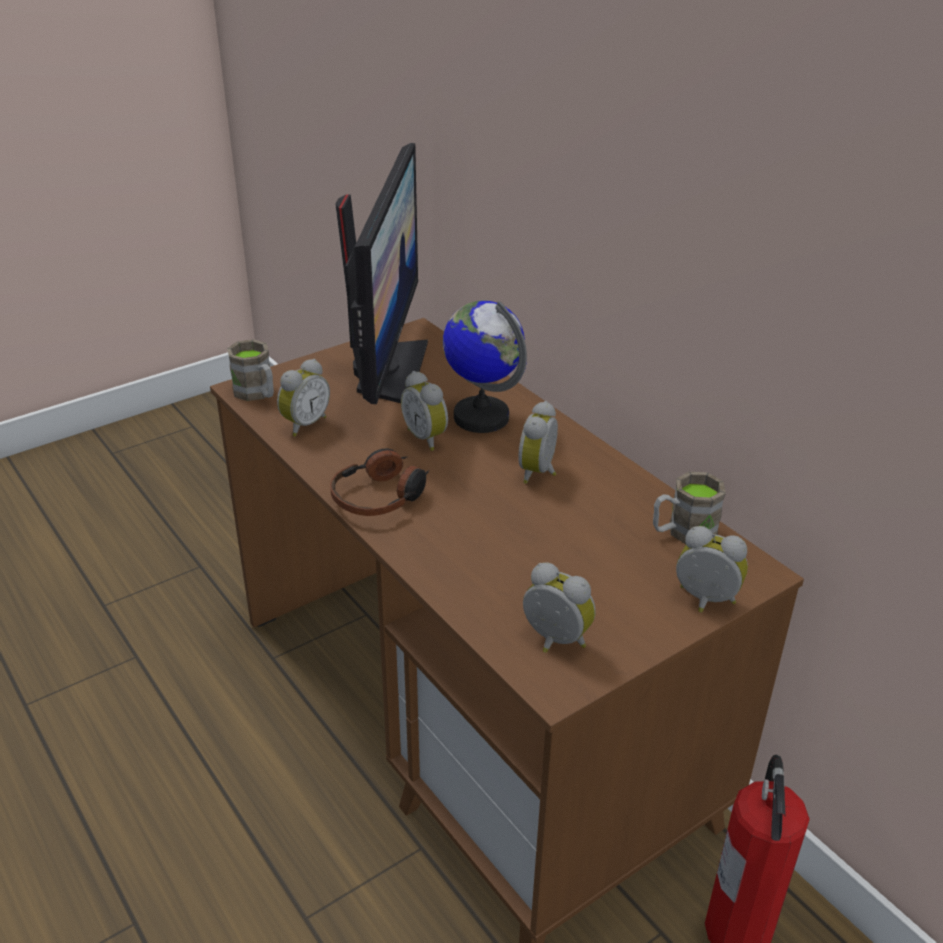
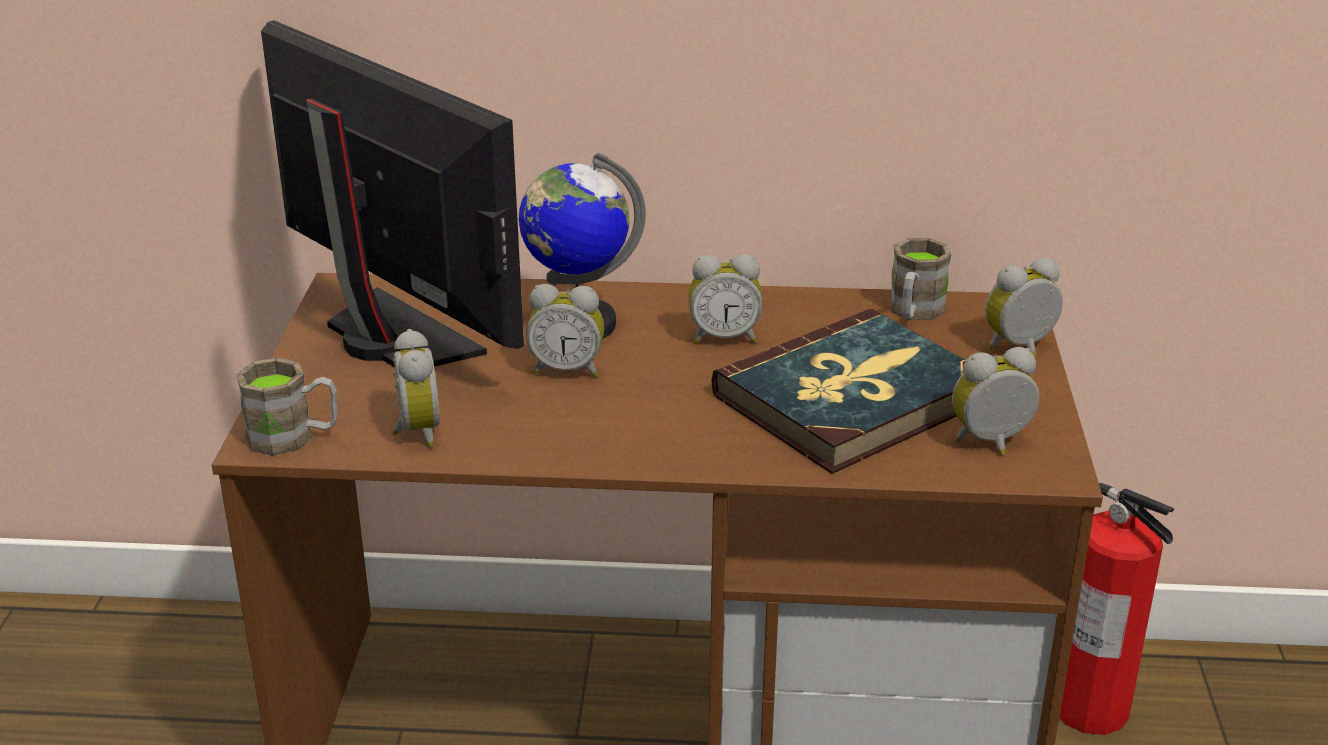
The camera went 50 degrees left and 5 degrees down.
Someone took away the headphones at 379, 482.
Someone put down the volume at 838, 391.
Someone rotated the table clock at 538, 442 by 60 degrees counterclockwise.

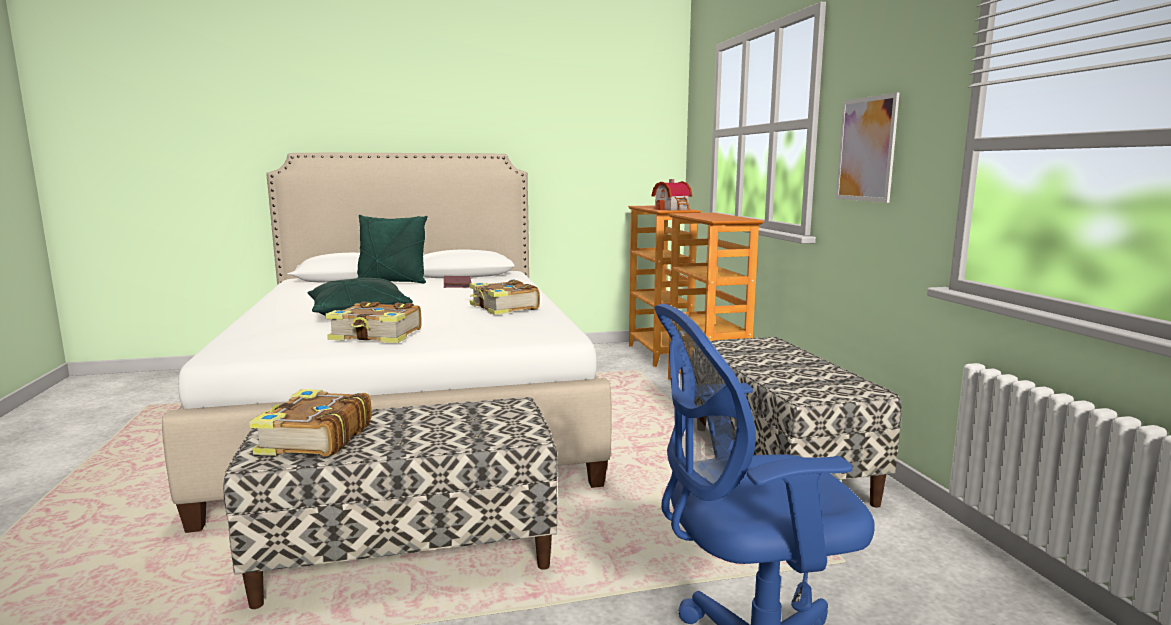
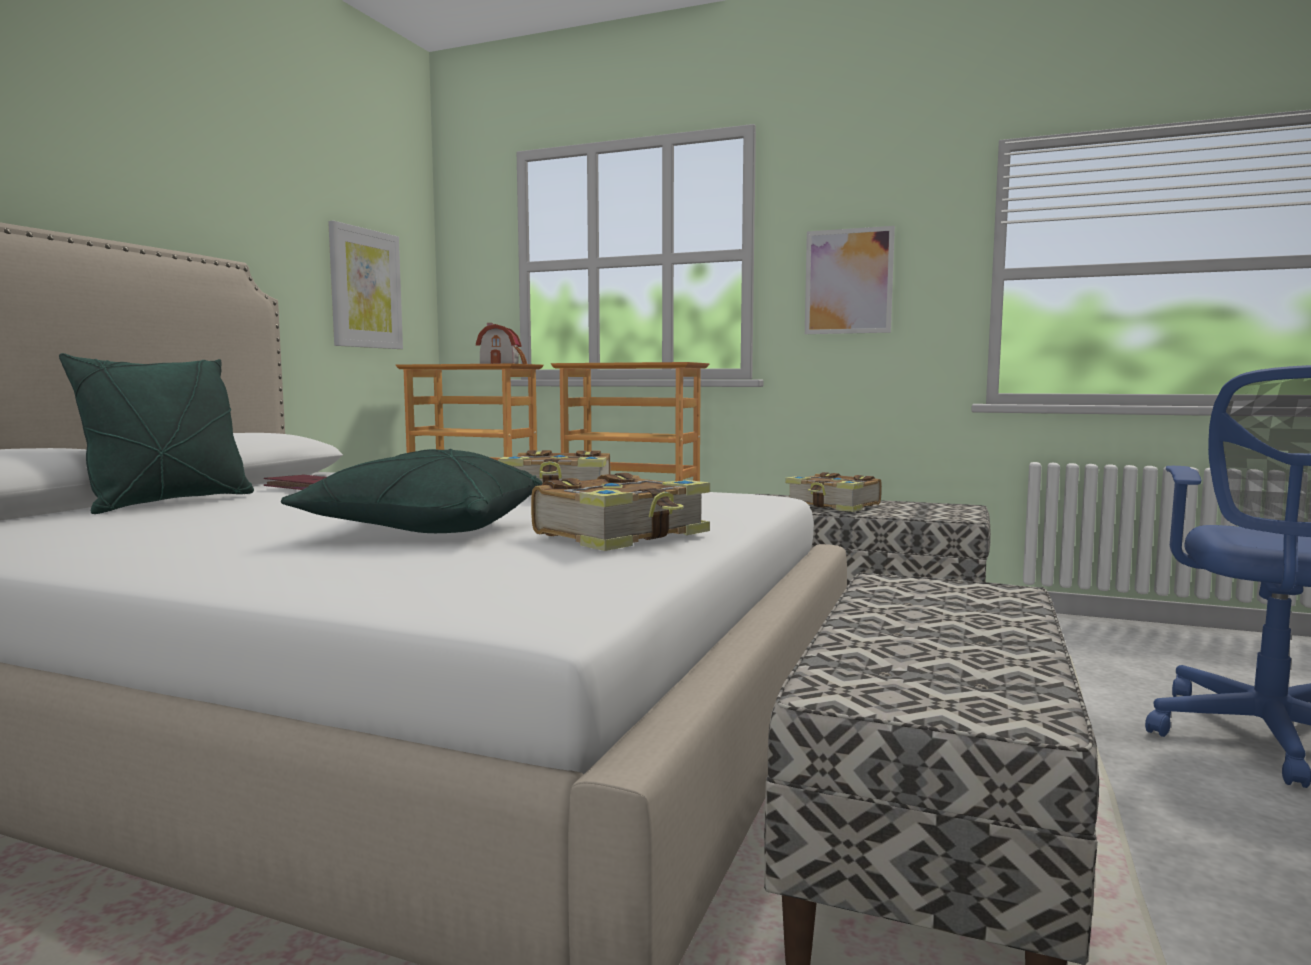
The camera went 55 degrees left and 5 degrees down.
Someone put up the picture at 365, 285.
Someone carried the volume from 310, 422 to 833, 492.

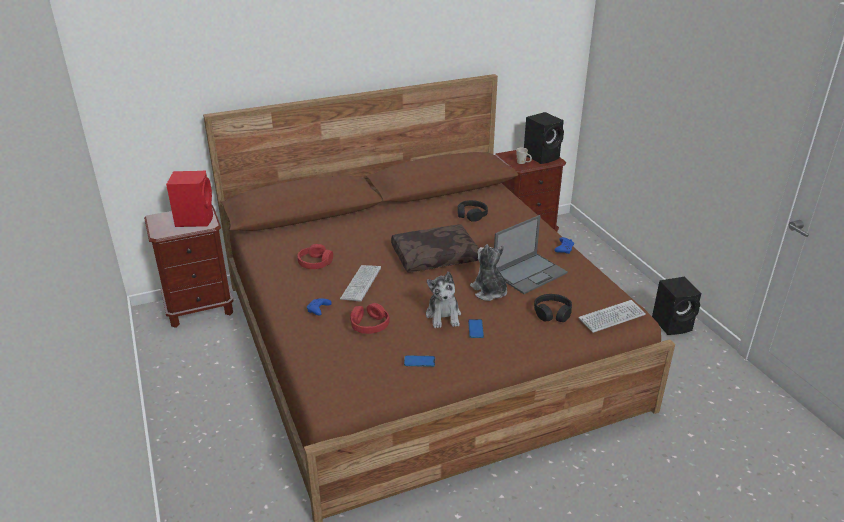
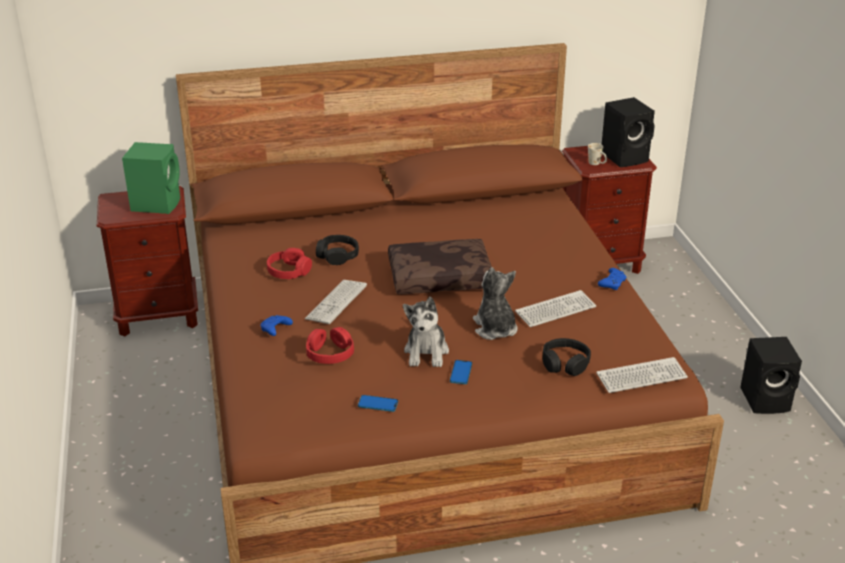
The camera went 10 degrees right and 0 degrees up.
Someone carried the black headphones from 473, 211 to 337, 250.
Someone swapped the portable computer at 531, 254 for the PC keyboard at 555, 308.
Someone repainted the reddish loudspeaker at 189, 199, which became the green loudspeaker at 151, 178.

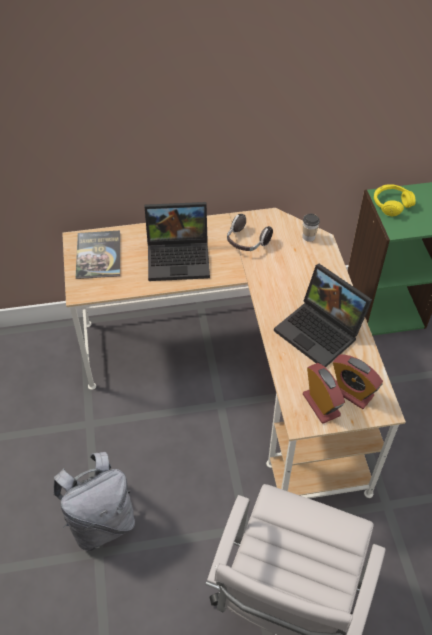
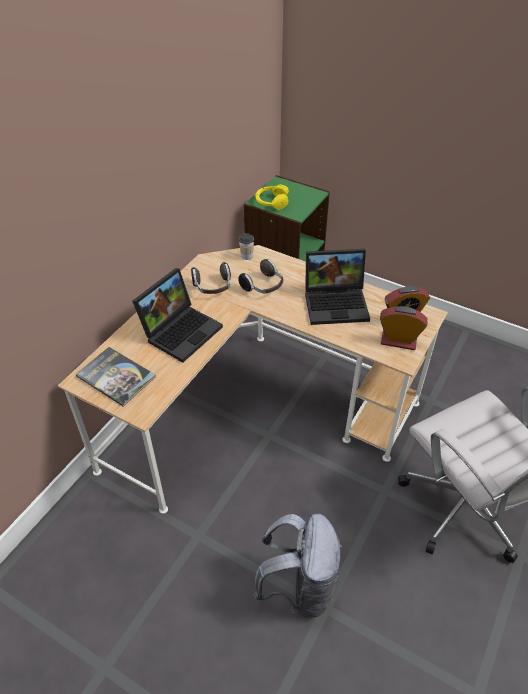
The camera went 50 degrees left and 5 degrees down.
Someone put down the headphones at 260, 276.

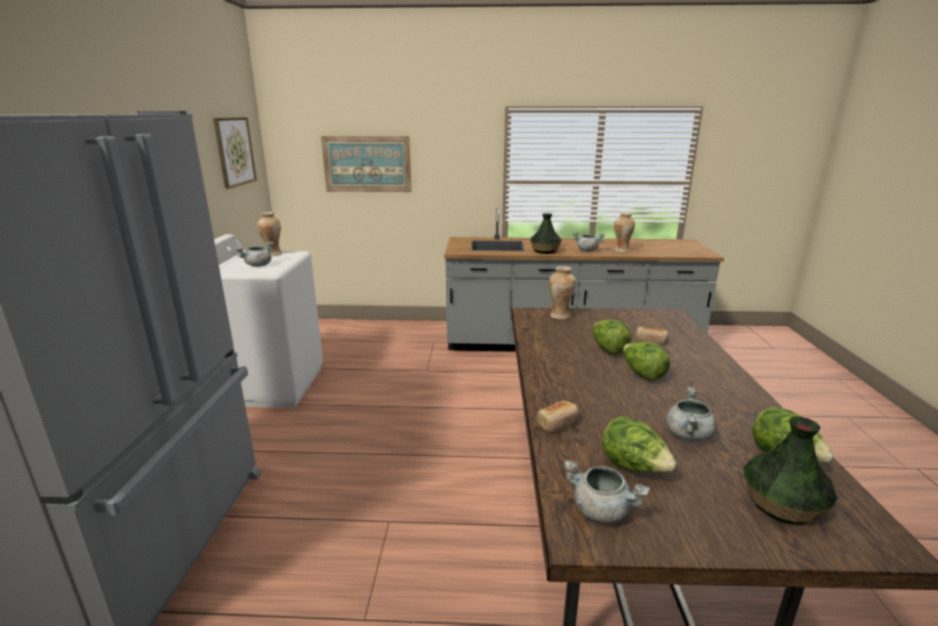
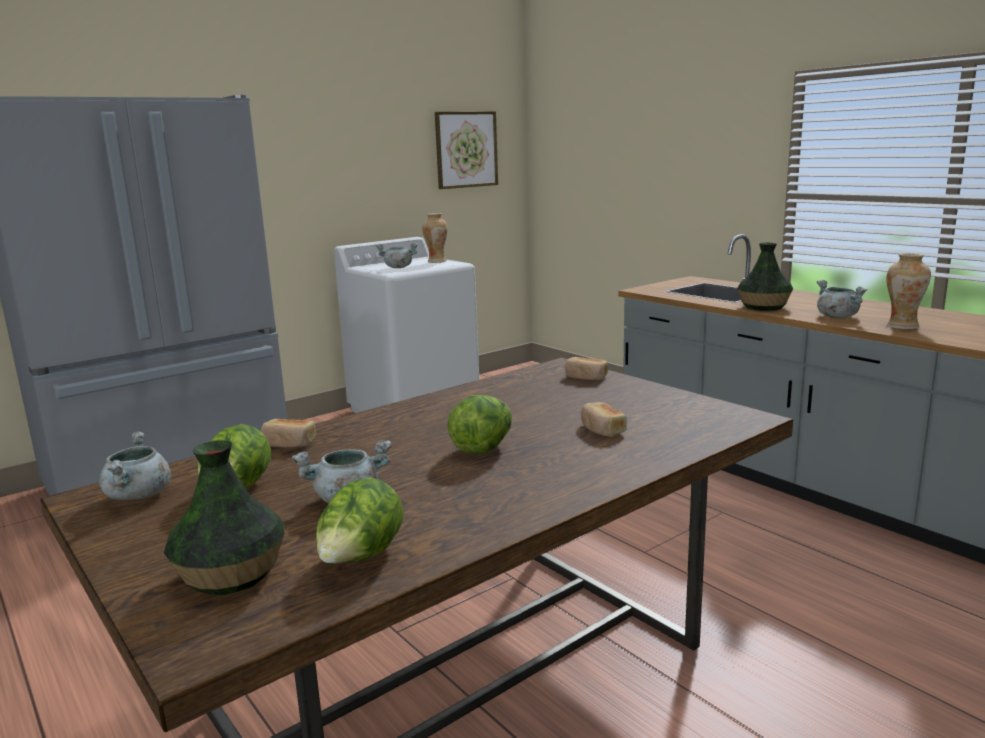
The camera went 50 degrees right and 5 degrees down.
Someone took away the picture at 366, 164.
Someone took away the lettuce at 612, 337.
Someone swapped the vase at 562, 292 for the bread at 586, 368.

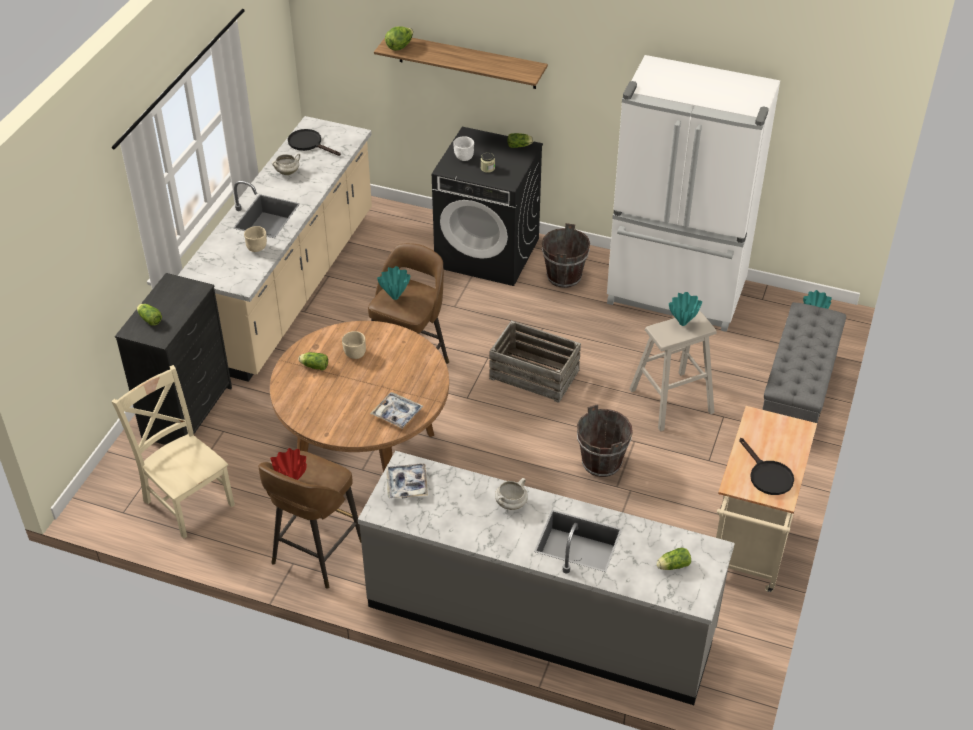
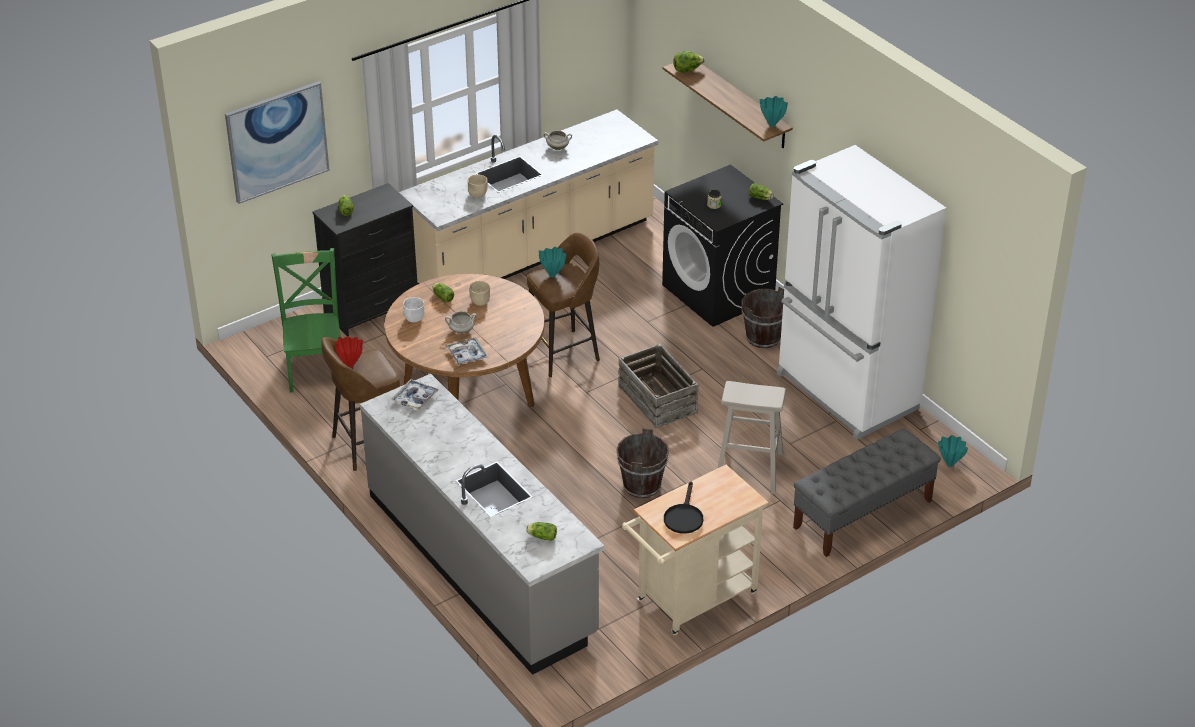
The camera went 35 degrees right and 5 degrees down.
Someone took away the black frying pan at 314, 142.
Someone put up the picture at 277, 142.
Someone carried the whitish deep dish from 463, 148 to 414, 309.
Someone carried the whitish saucepot from 511, 494 to 461, 322.
Someone carried the blue-green vase from 685, 309 to 774, 111.
Someone repainted the beige chair at 173, 452, which became the green chair at 306, 320.

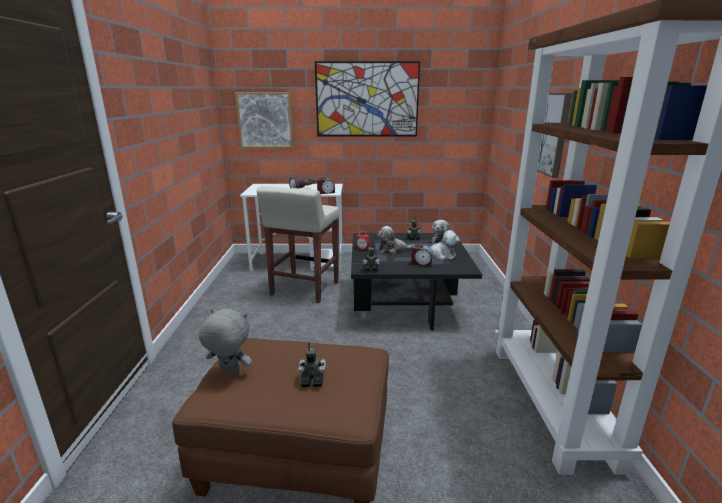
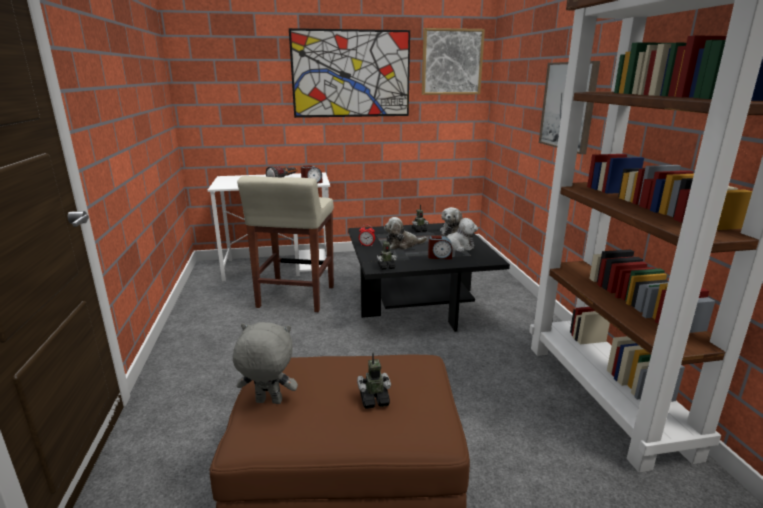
The camera went 10 degrees left and 0 degrees up.
Someone carried the picture from 264, 120 to 453, 61.

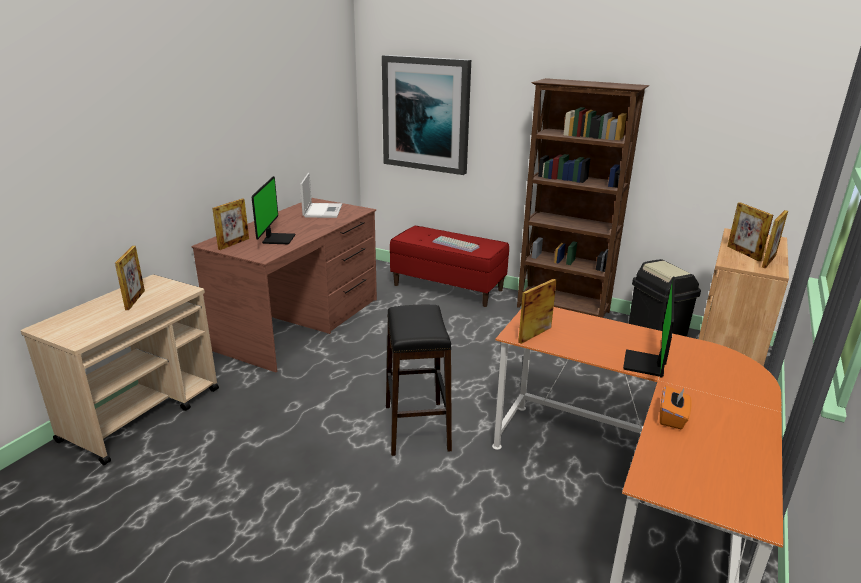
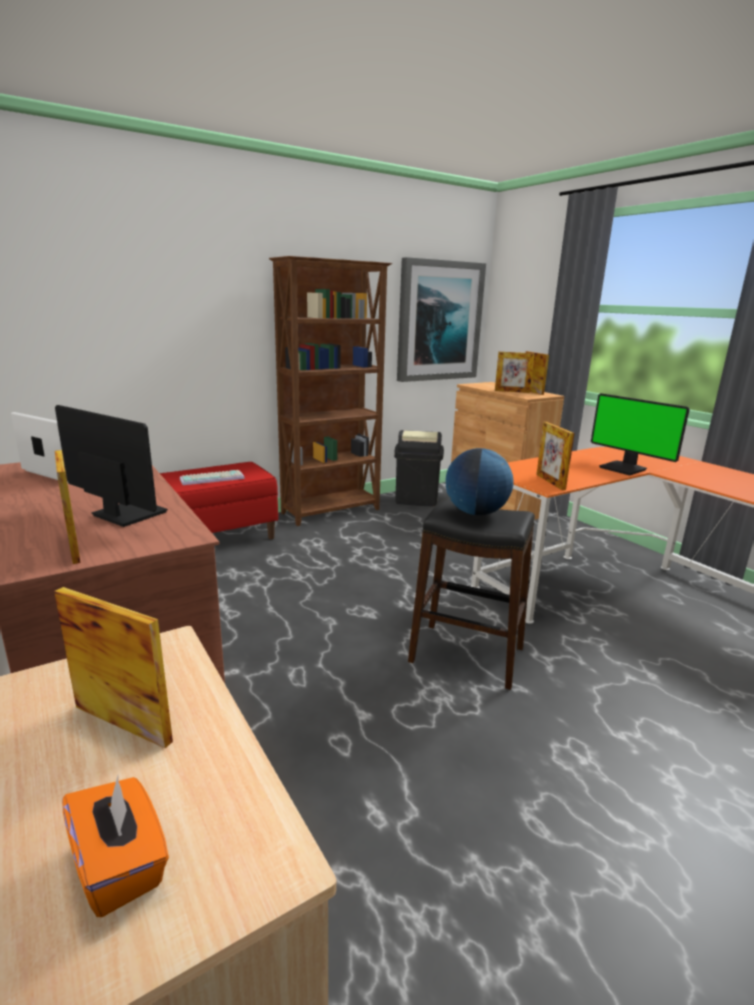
The camera went 60 degrees left and 5 degrees down.
Someone put down the desk globe at 480, 481.
Someone carried the picture from 426, 115 to 441, 319.
Someone carried the orange-coloured tissue holder from 675, 407 to 115, 846.

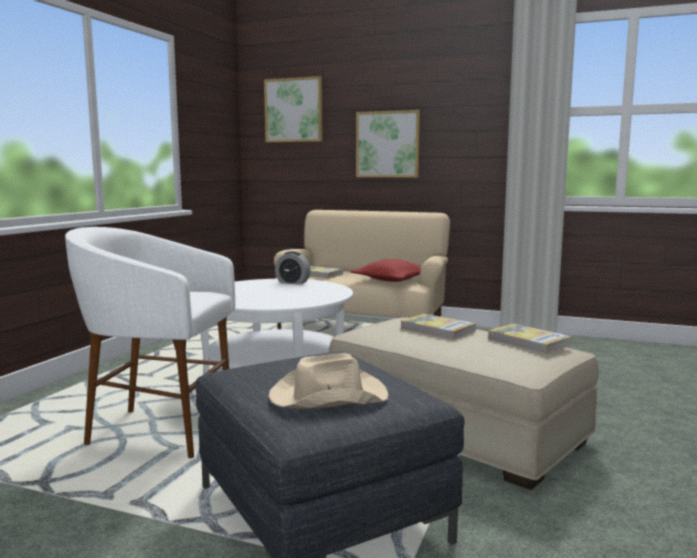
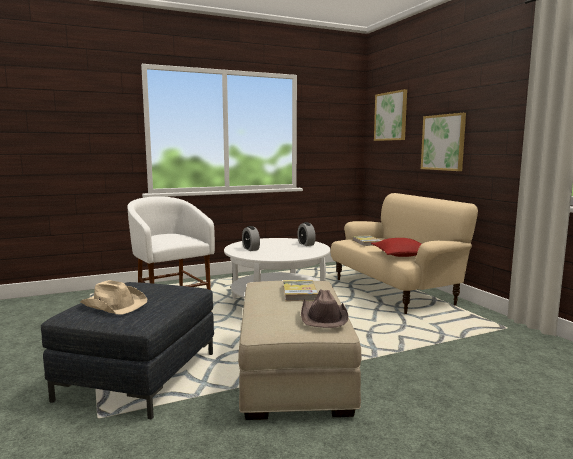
The camera went 45 degrees right and 0 degrees up.
Someone put down the table clock at 251, 238.
Someone swapped the volume at 530, 339 for the brown wearable hat at 324, 308.

